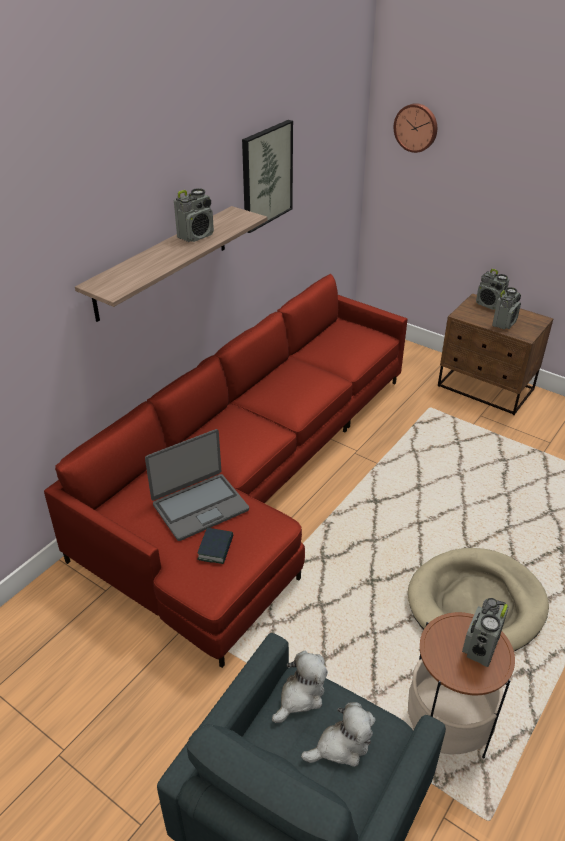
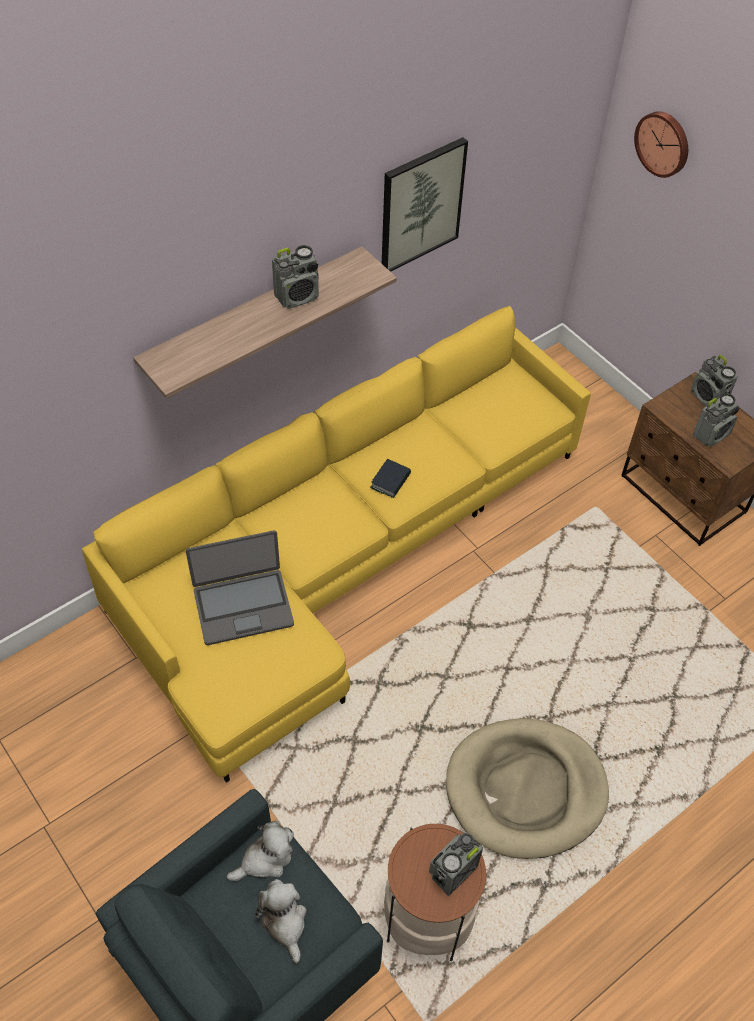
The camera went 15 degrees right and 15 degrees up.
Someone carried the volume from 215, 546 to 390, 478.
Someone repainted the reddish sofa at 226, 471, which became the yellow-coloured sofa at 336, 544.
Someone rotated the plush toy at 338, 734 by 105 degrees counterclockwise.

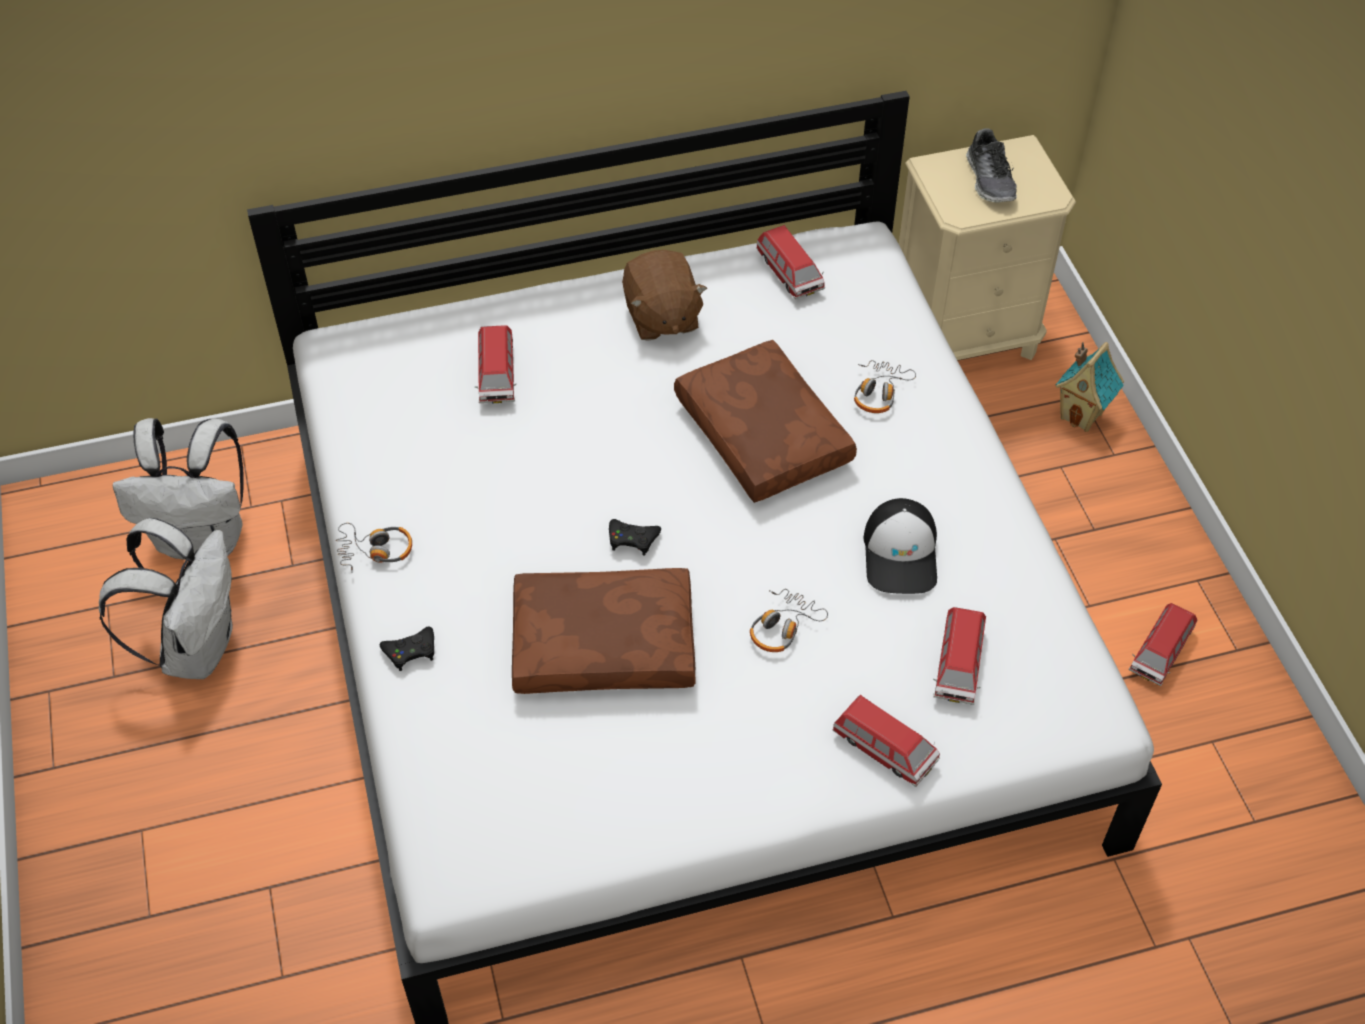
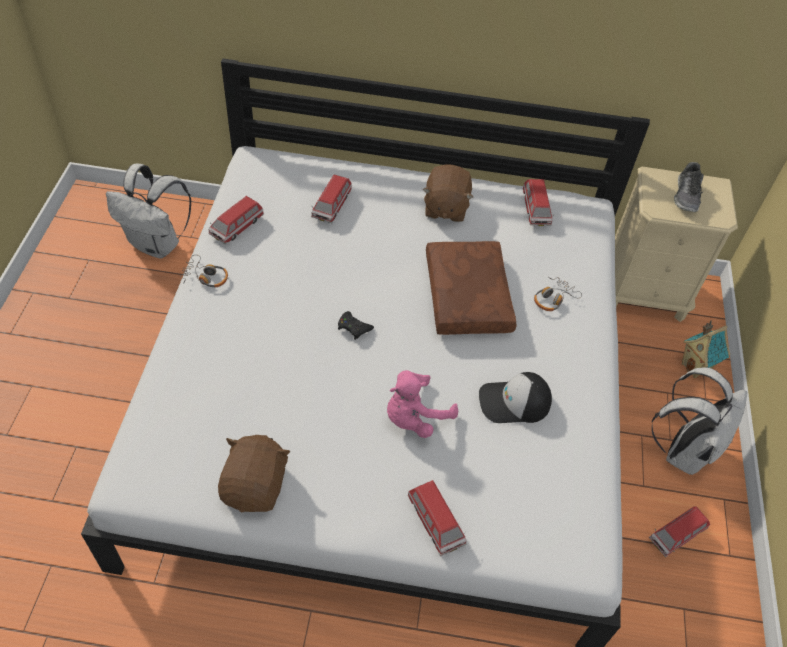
The camera went 20 degrees right and 0 degrees up.
Someone took away the black joypad at 406, 648.
Someone took away the brown pillow at 604, 631.
Someone put down the brown plush toy at 254, 474.
Someone carried the whitish knapsack from 166, 598 to 699, 421.
Someone carried the toy car from 959, 656 to 236, 220.
Someone swapped the headphones at 789, 620 for the pink-coloured plush toy at 422, 404.
Someone rotated the baseball cap at 900, 546 by 60 degrees clockwise.

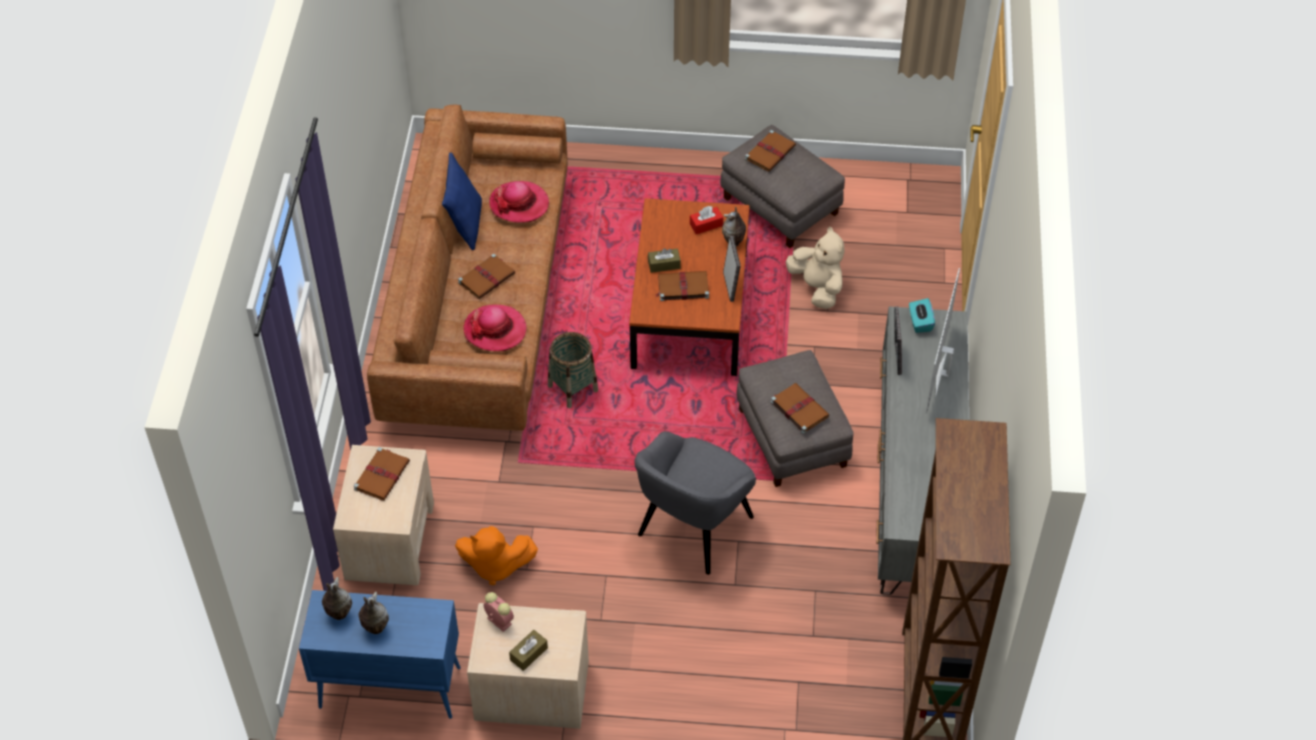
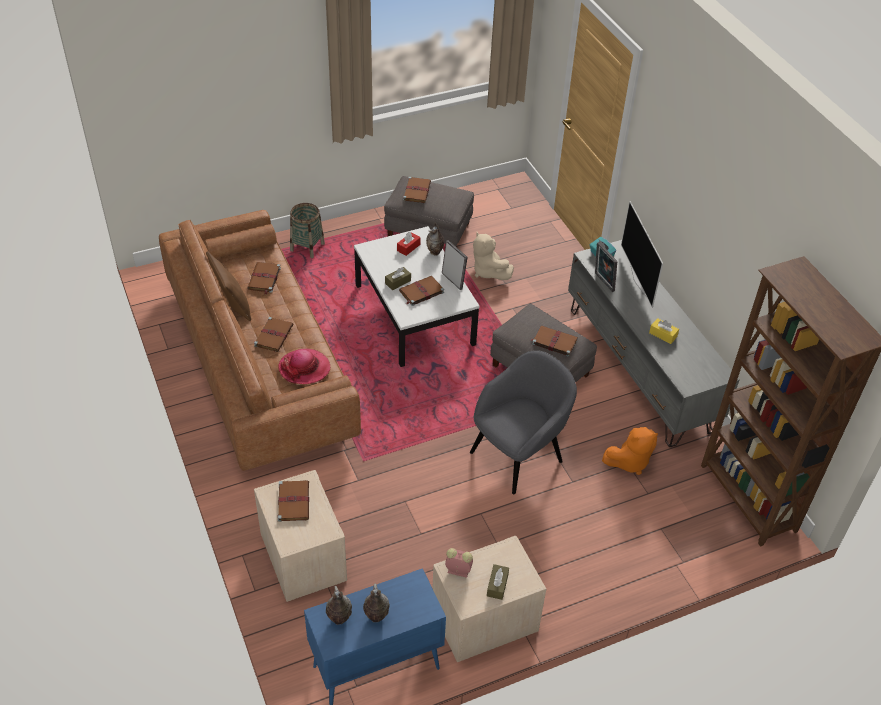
The camera went 30 degrees left and 5 degrees down.
Someone put down the yellow-coloured tissue holder at 664, 331.
Someone carried the orange-coloured plush toy from 496, 555 to 630, 451.
Someone carried the storage basket from 573, 370 to 307, 230.
Someone swapped the wearable hat at 519, 202 for the brown volume at 264, 278.
Someone repainted the blue pillow at 462, 201, which became the brown pillow at 228, 286.
Someone repainted the brown coffee table at 689, 287, which became the whitish coffee table at 417, 296.
Someone rotated the gray easy chair at 695, 503 by 135 degrees counterclockwise.
Someone rotated the beige plush toy at 815, 268 by 150 degrees counterclockwise.

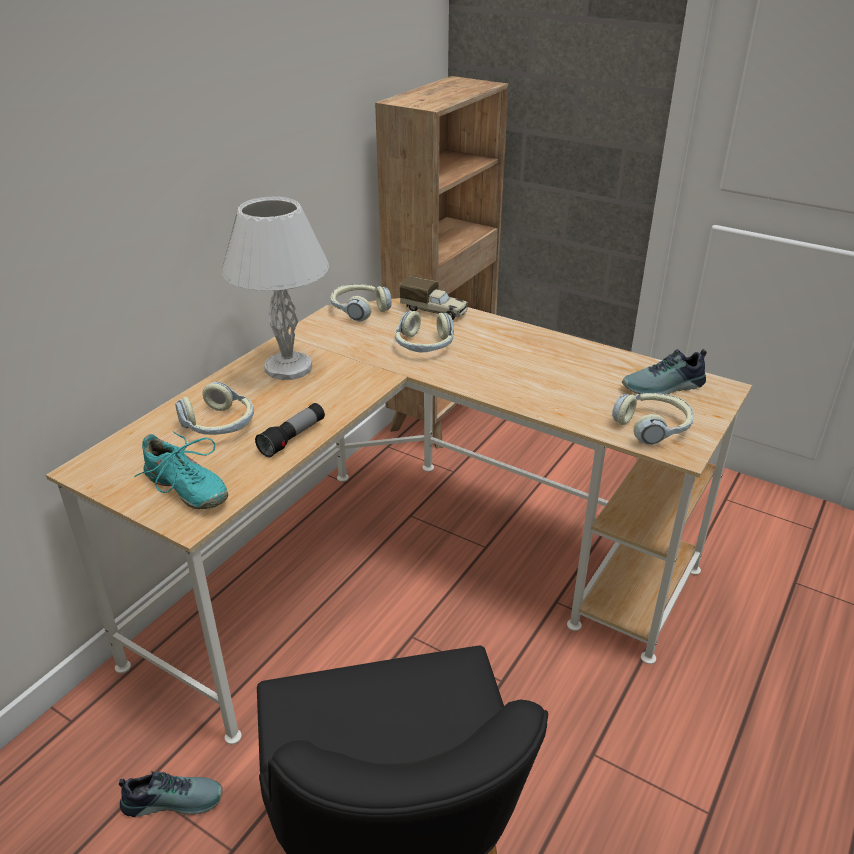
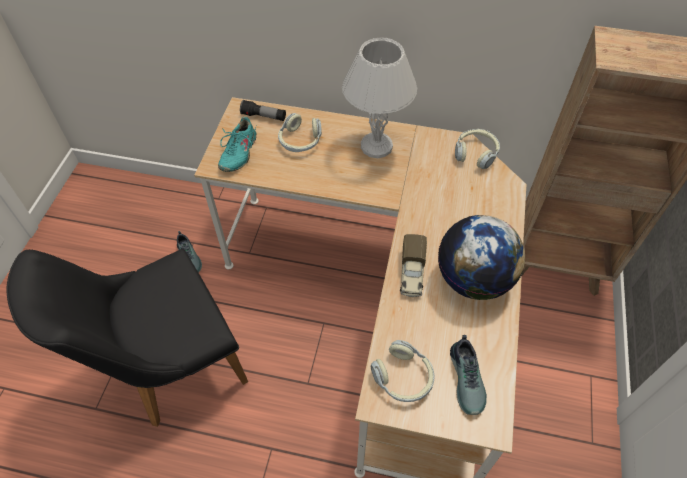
The camera went 70 degrees right and 20 degrees up.
Someone took away the headphones at 424, 331.
Someone put down the desk globe at 481, 257.
Someone carried the hand torch from 290, 430 to 263, 110.
Someone carried the model truck from 434, 298 to 413, 265.
Someone rotated the item of footwear at 664, 371 by 150 degrees counterclockwise.

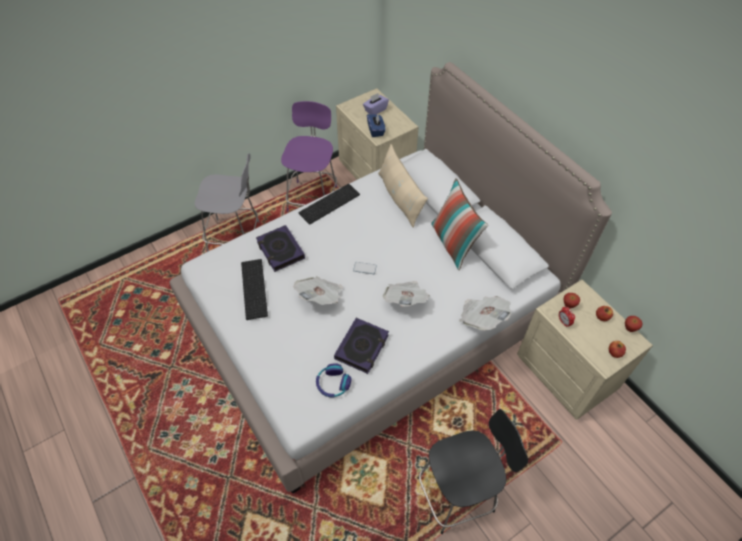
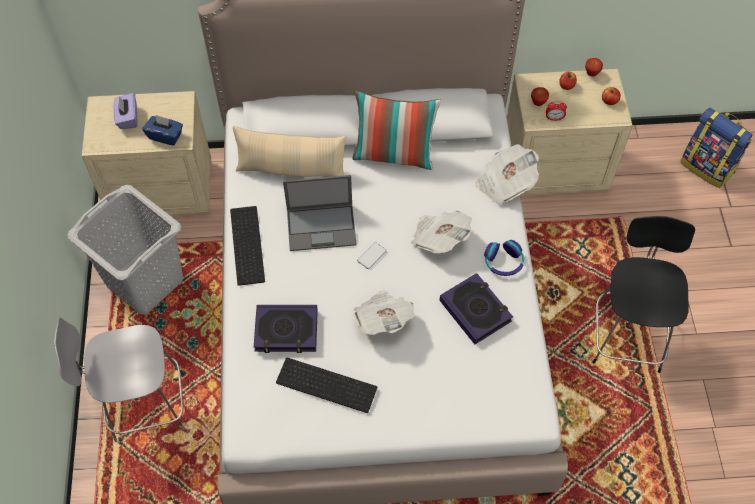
The camera went 60 degrees left and 5 degrees up.
Someone put down the portable computer at 320, 213.
Someone put down the knapsack at 716, 148.
Someone carried the headphones from 334, 380 to 504, 258.
Someone swapped the purplish chair at 309, 156 for the gray washing basket at 125, 250.
Someone rotated the gray chair at 227, 202 by 135 degrees counterclockwise.

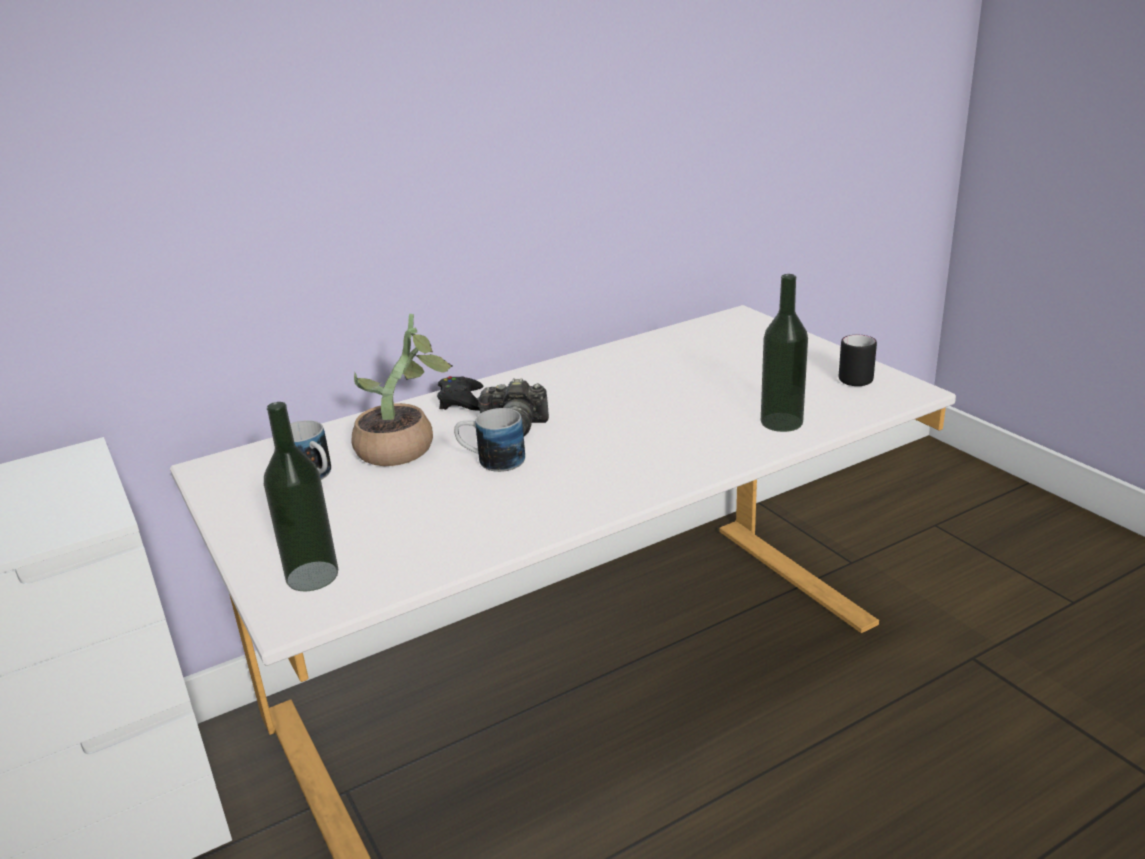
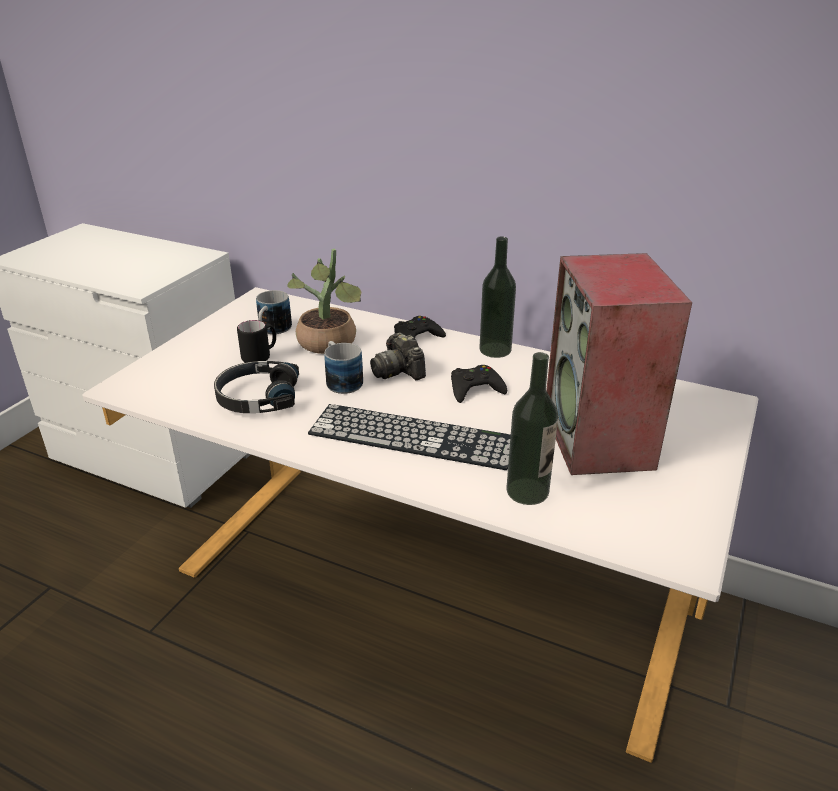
The camera went 55 degrees right and 5 degrees up.
Someone put down the black headphones at 256, 387.
Someone put down the PC keyboard at 409, 437.
Someone put down the black joypad at 479, 384.
Someone put down the loudspeaker at 619, 364.
Someone carried the drink bottle from 301, 496 to 497, 297.
Someone carried the black coffee mug from 858, 360 to 256, 341.

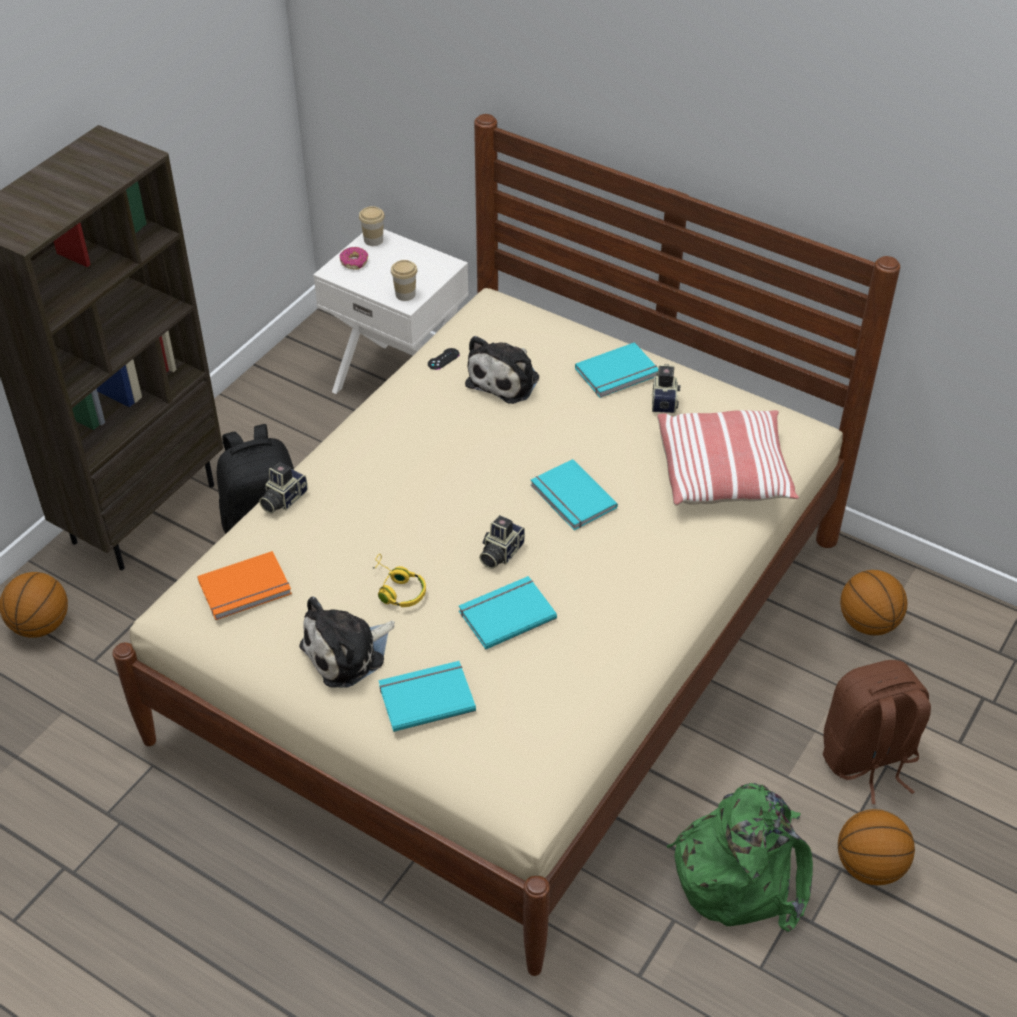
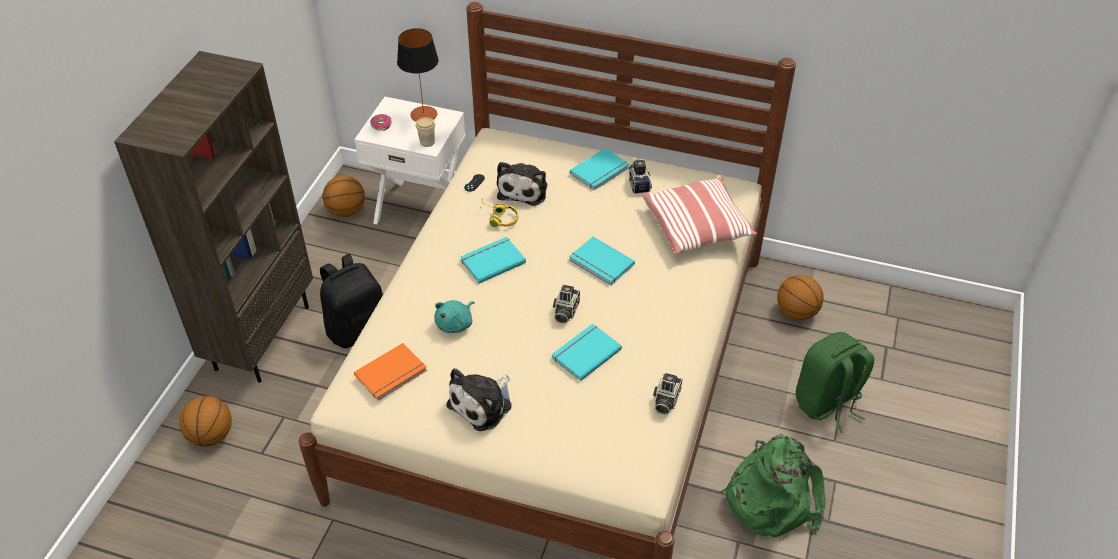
The camera went 15 degrees left and 0 degrees up.
Someone took away the cup at 372, 226.
Someone put down the table lamp at 418, 75.
Someone put down the blue-green plush toy at 454, 316.
Someone carried the still camera from 283, 487 to 667, 394.
Someone carried the yellow-coloured headphones from 399, 580 to 499, 212.
Someone carried the blue-green volume from 427, 696 to 493, 260.
Someone carried the basketball from 876, 847 to 344, 196.
Someone repainted the brown knapsack at 877, 732, which became the green knapsack at 835, 382.

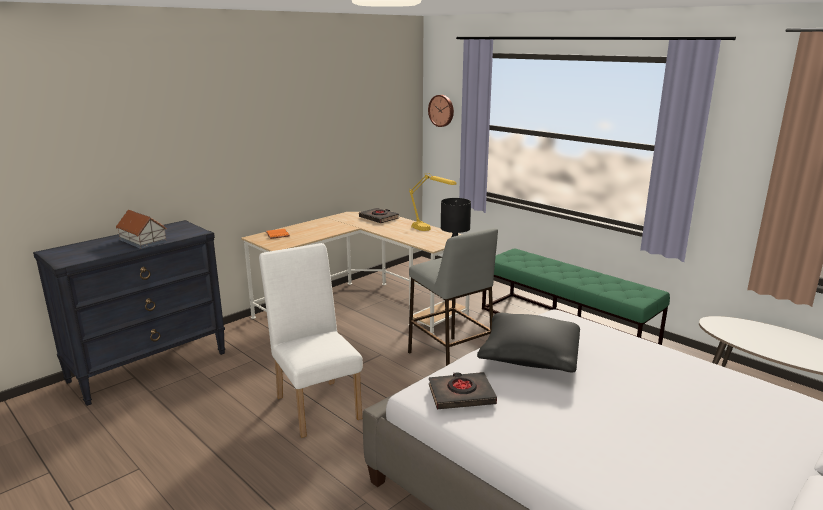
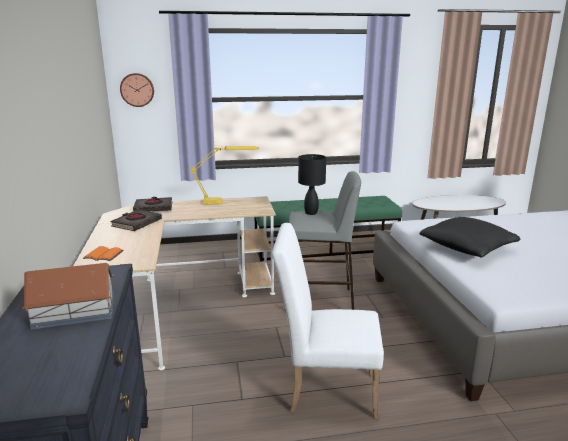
The camera went 55 degrees left and 0 degrees up.
Someone carried the black volume from 463, 390 to 136, 220.

